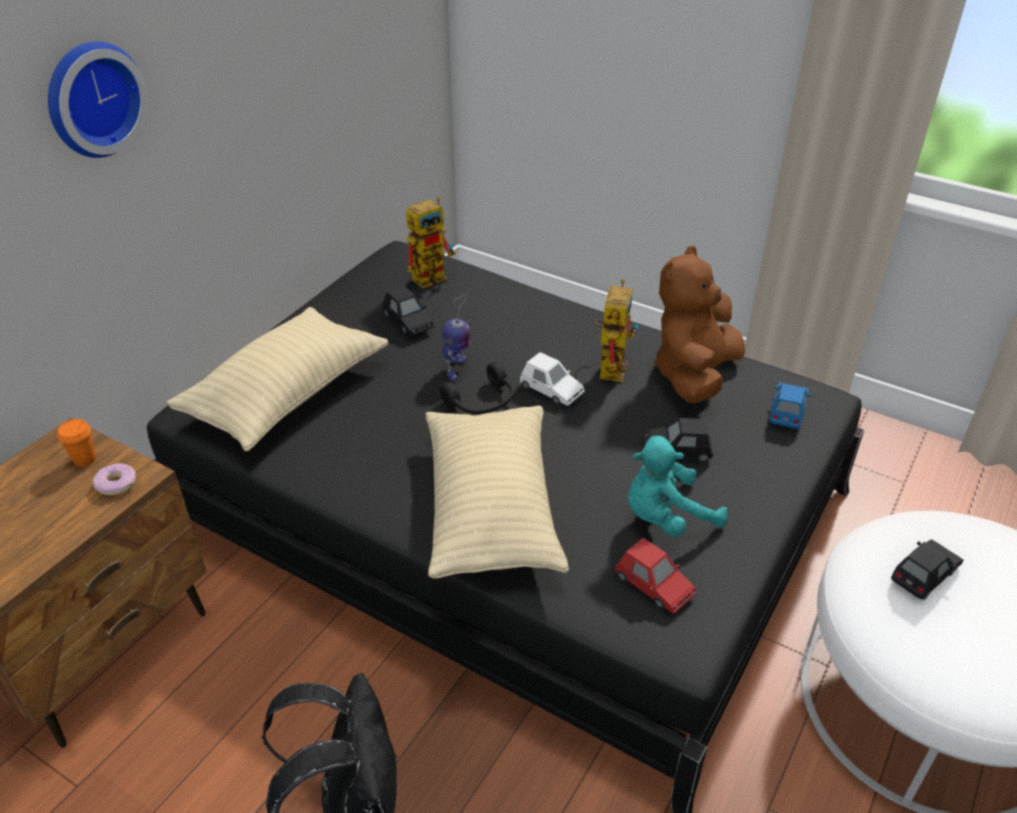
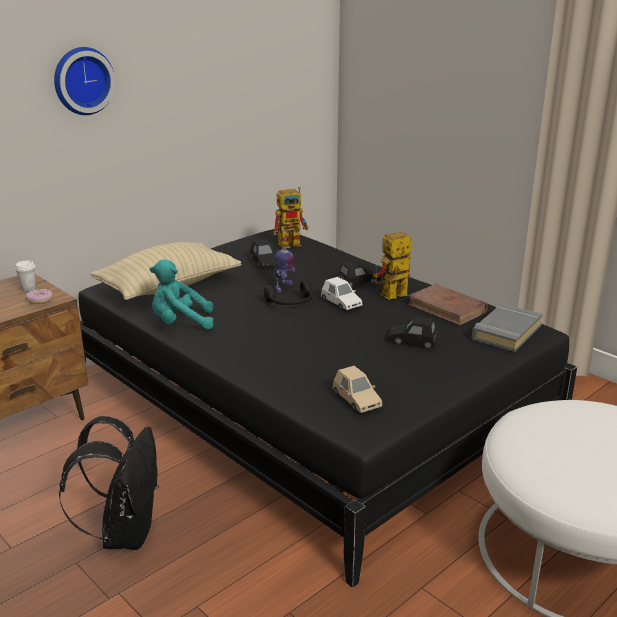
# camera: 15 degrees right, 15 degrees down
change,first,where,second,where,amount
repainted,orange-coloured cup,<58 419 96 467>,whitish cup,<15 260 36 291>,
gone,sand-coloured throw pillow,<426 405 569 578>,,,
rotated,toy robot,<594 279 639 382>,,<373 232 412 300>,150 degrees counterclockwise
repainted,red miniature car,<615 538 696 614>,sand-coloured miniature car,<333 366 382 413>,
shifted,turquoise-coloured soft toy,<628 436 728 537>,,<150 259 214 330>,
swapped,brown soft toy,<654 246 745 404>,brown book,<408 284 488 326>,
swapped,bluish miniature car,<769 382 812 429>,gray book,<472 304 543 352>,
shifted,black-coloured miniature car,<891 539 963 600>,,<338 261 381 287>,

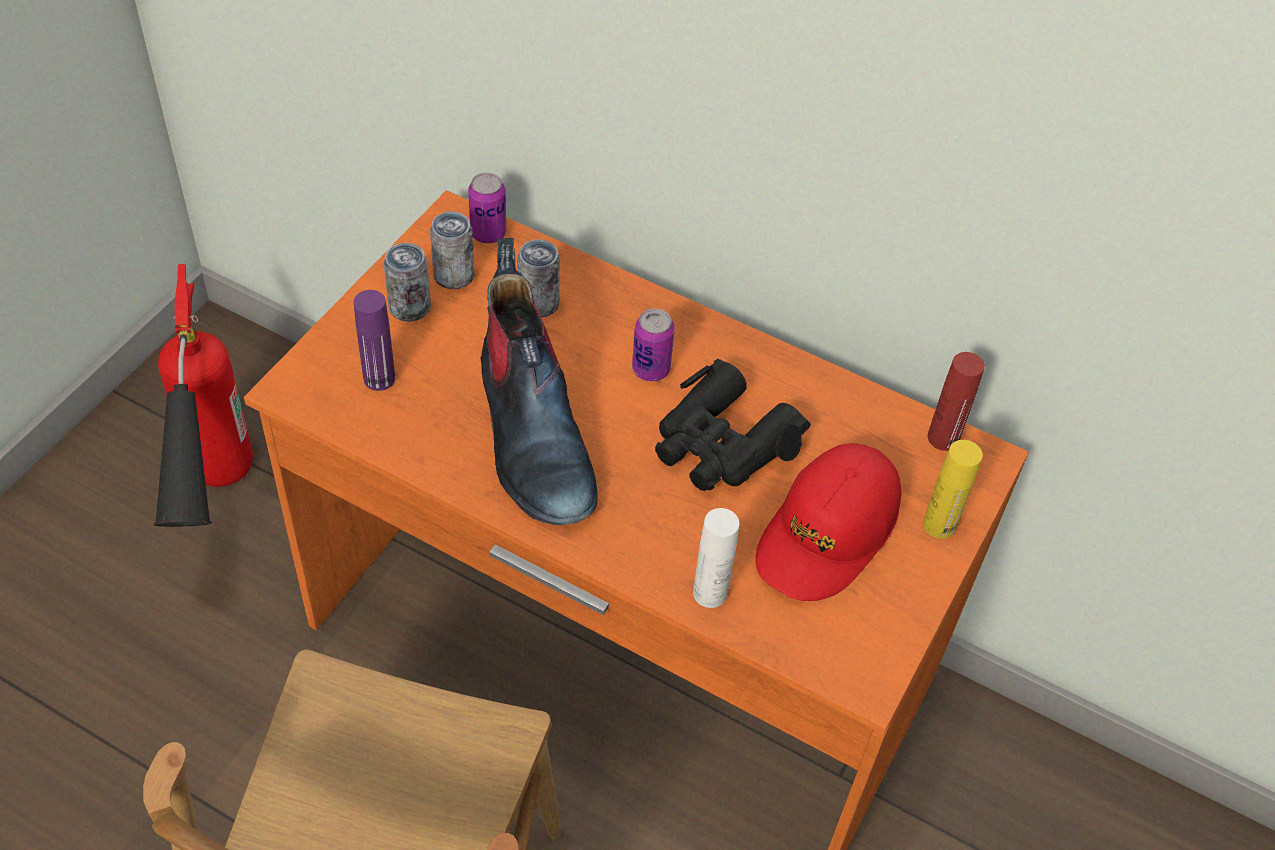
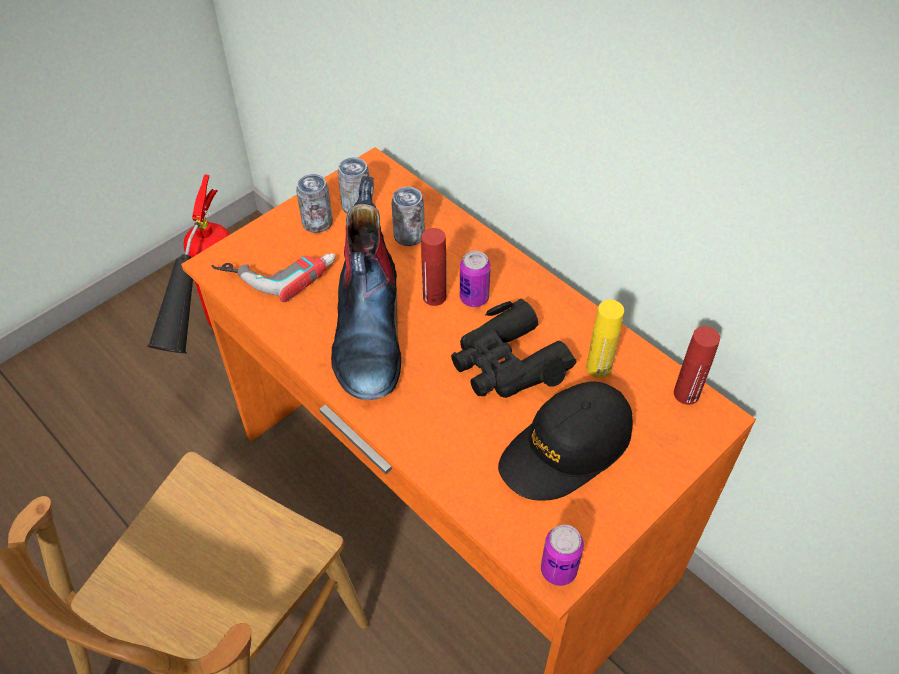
# camera: 20 degrees right, 0 degrees up
change,first,where,second,where,amount
swapped,purplish bottle,<354 290 395 391>,drill,<211 253 335 302>,
shifted,sealed can,<468 173 506 244>,,<541 525 584 586>,
gone,whitish bottle,<693 508 739 608>,,,
repainted,red peaked cap,<755 443 901 601>,black-coloured peaked cap,<498 381 633 501>,
shifted,yellow bottle,<923 440 983 539>,,<586 300 624 378>,
new,,,red bottle,<421 228 446 306>,

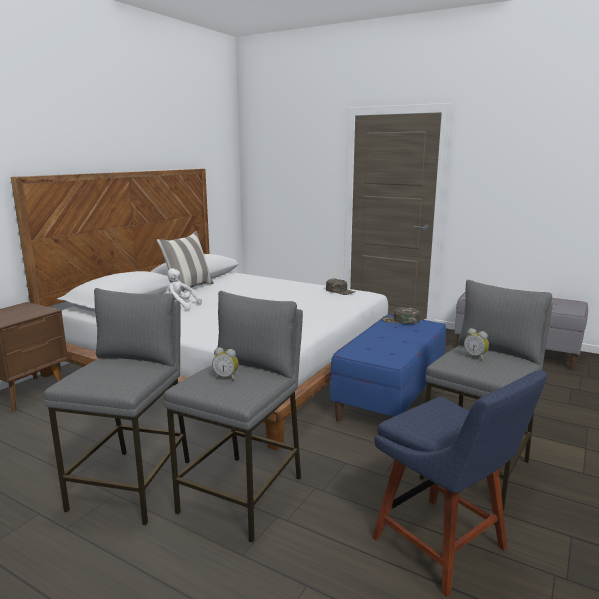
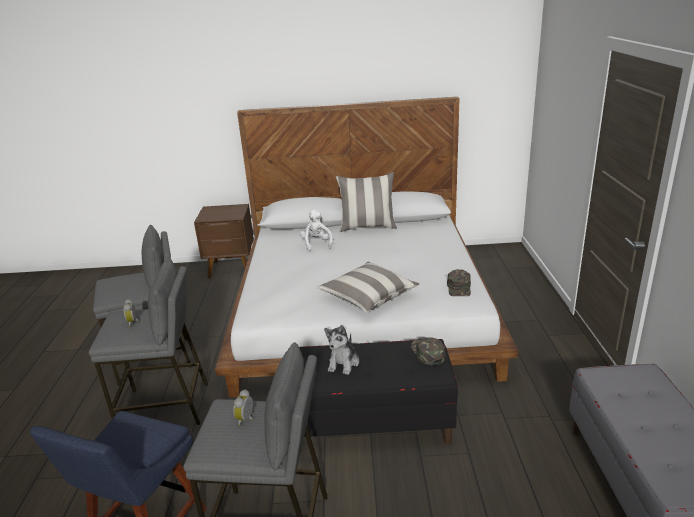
# camera: 60 degrees right, 10 degrees up
change,first,where,second,where,amount
repainted,bluish long seat,<330 314 446 422>,black-coloured long seat,<299 339 458 451>,
new,,,throw pillow,<318 262 419 313>,
new,,,soft toy,<324 325 359 375>,

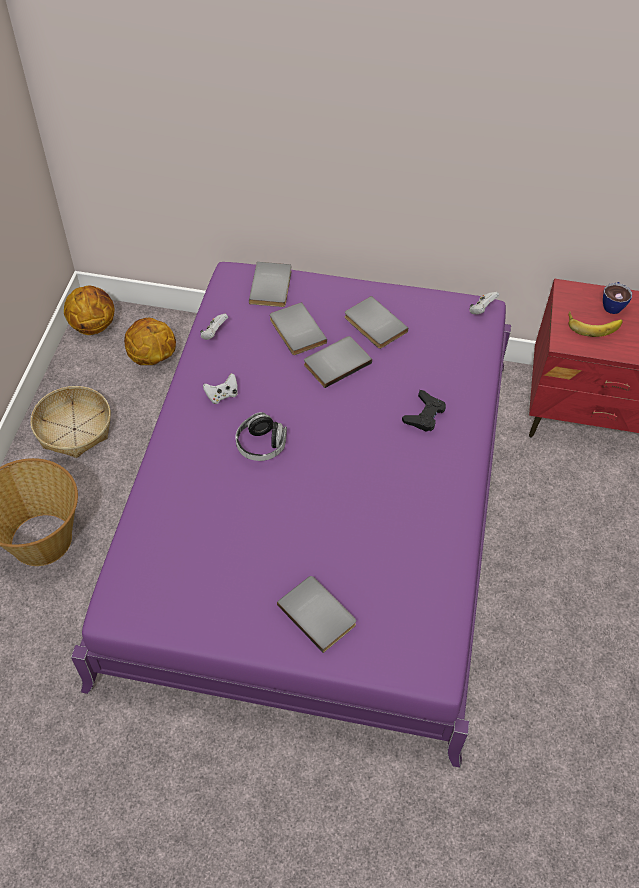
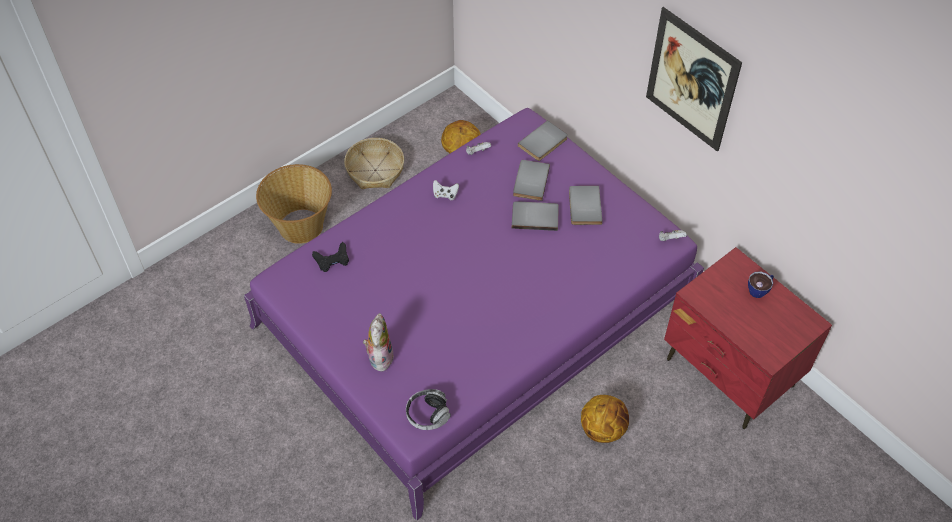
# camera: 40 degrees right, 0 degrees up
change,first,where,second,where,amount
shifted,basketball,<64 286 115 335>,,<581 395 629 443>,
shifted,headphones,<236 412 287 461>,,<406 389 451 430>,
swapped,gray book,<277 576 356 653>,soft toy,<363 313 394 372>,
shifted,black-coloured gamepad,<402 390 446 432>,,<312 242 349 272>,
gone,banana fruit,<568 312 623 337>,,,
new,,,wall art,<646 7 742 151>,

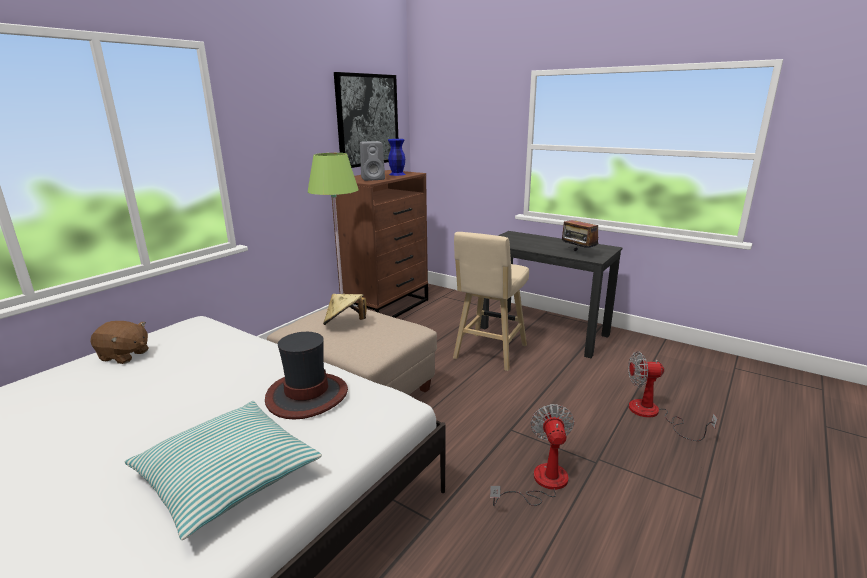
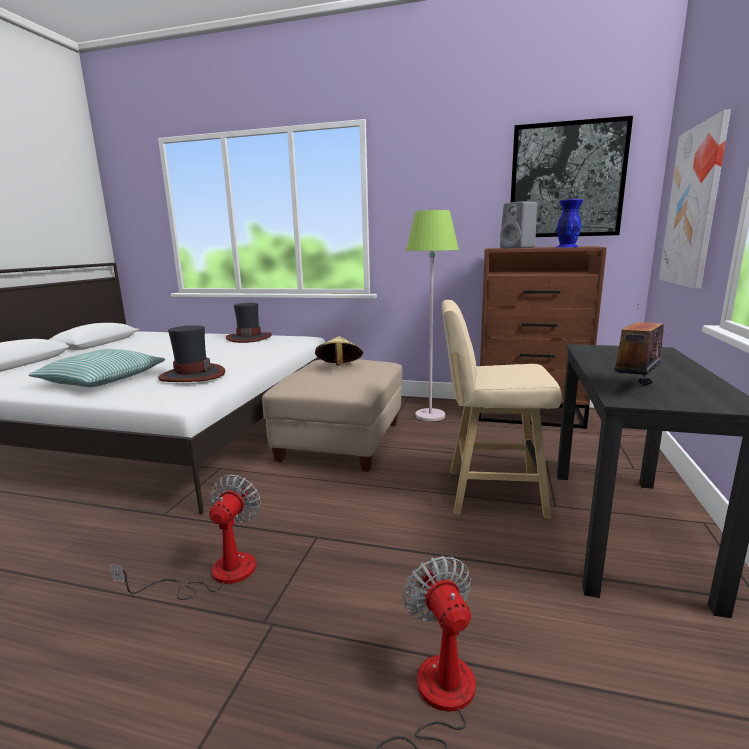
# camera: 70 degrees right, 5 degrees down
change,first,where,second,where,amount
swapped,brown soft toy,<90 321 149 364>,wearable hat,<226 303 272 343>,
rotated,fan,<490 404 574 506>,,<110 475 261 600>,60 degrees counterclockwise
new,,,wall art,<659 109 731 289>,

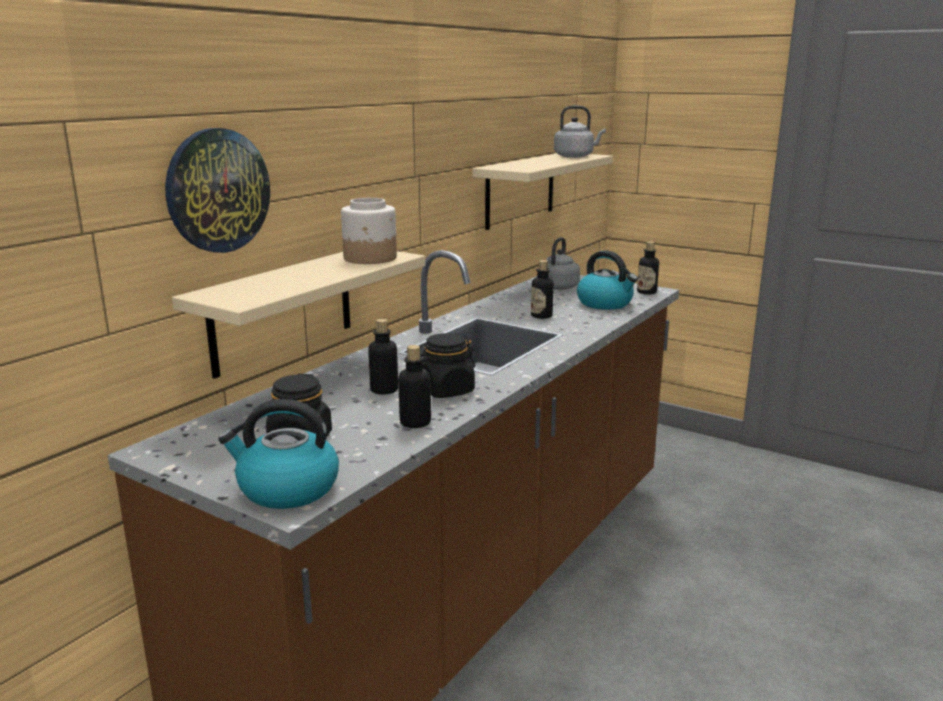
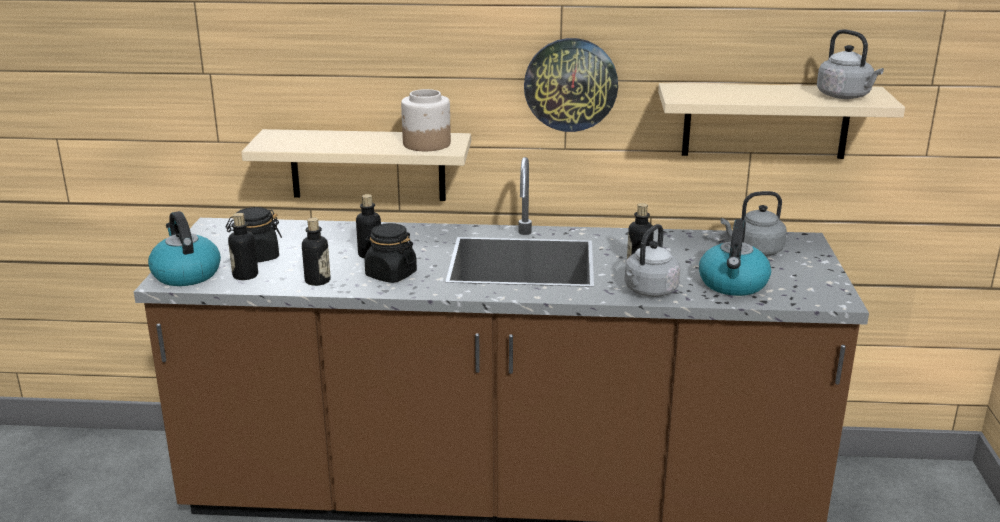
# camera: 60 degrees right, 5 degrees up
change,first,where,second,where,amount
shifted,clock on the wall,<165 128 270 253>,,<524 38 618 132>,
shifted,bottle,<637 242 659 294>,,<228 213 258 280>,
new,,,gray kettle,<625 224 680 297>,

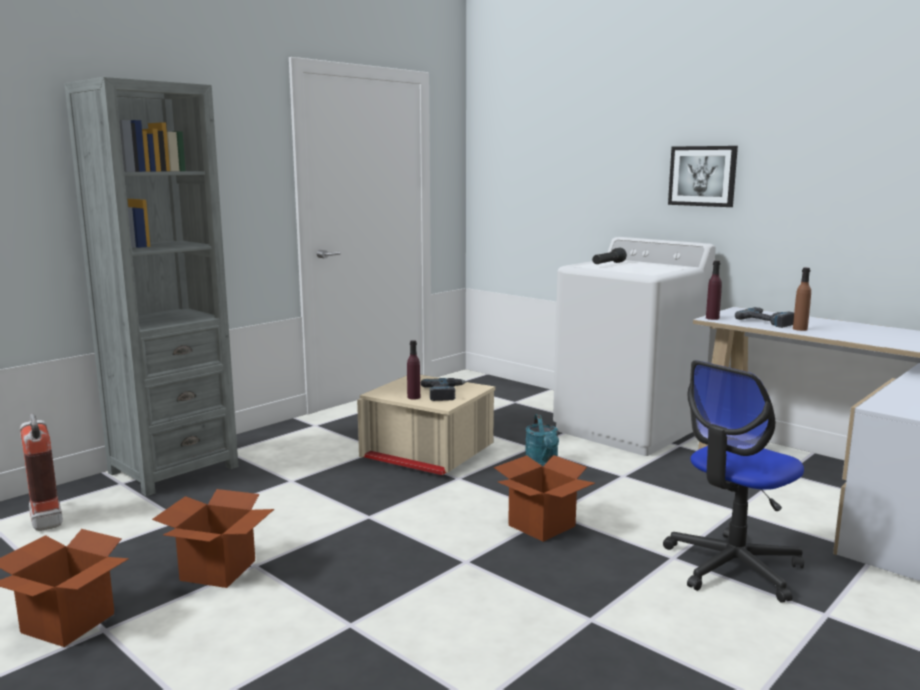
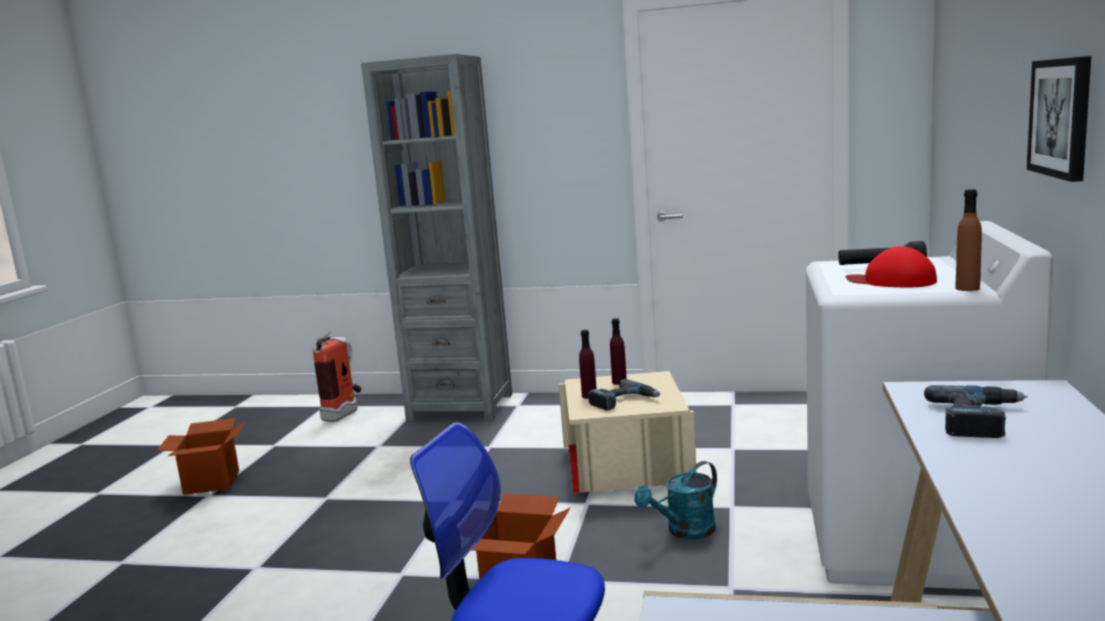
# camera: 60 degrees right, 0 degrees up
change,first,where,second,where,amount
gone,cardboard box,<152 489 274 588>,,,
shifted,purplish bottle,<706 261 722 320>,,<610 318 627 385>,
shifted,brown bottle,<793 268 811 331>,,<955 189 982 291>,
new,,,red peaked cap,<846 246 937 287>,

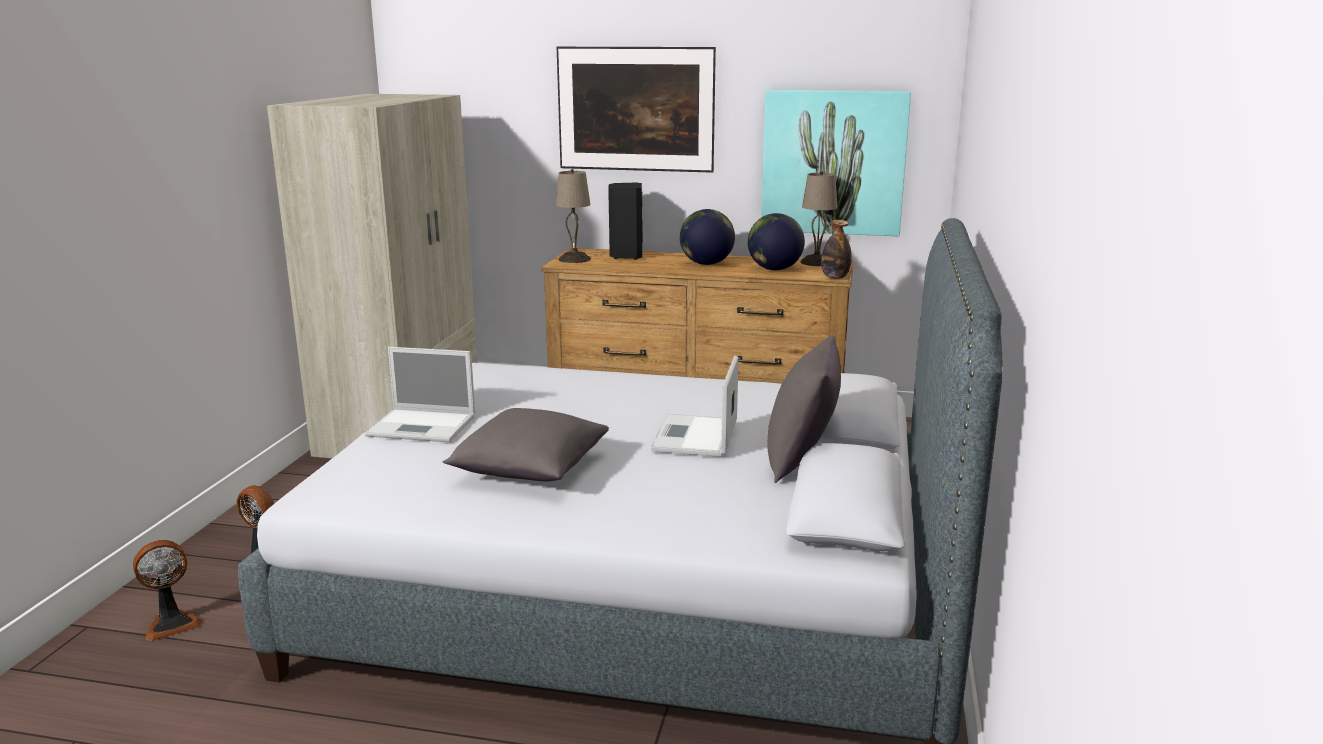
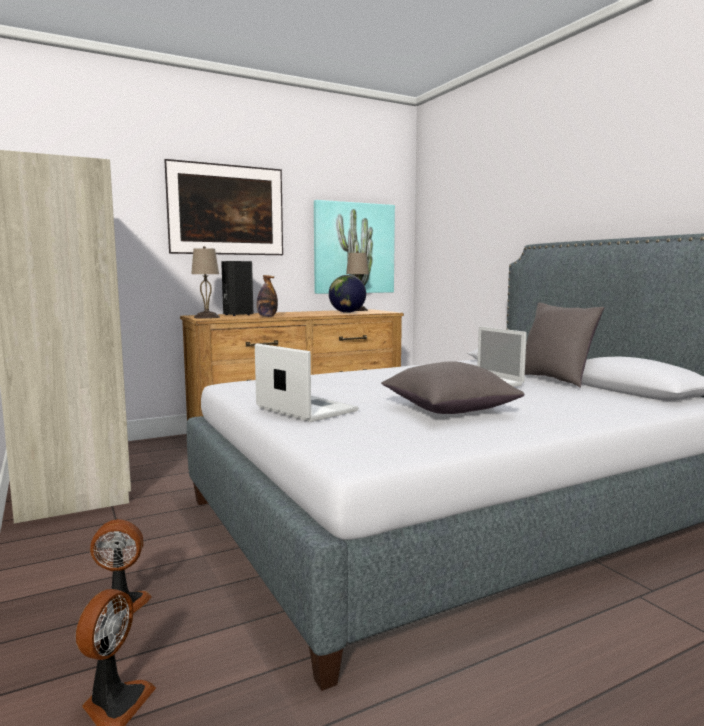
# camera: 40 degrees left, 10 degrees down
change,first,where,second,where,amount
rotated,notebook computer,<365 347 475 442>,,<255 343 358 422>,105 degrees counterclockwise
gone,world globe,<680 209 735 265>,,,
shifted,bottle,<821 220 852 279>,,<257 275 278 317>,

